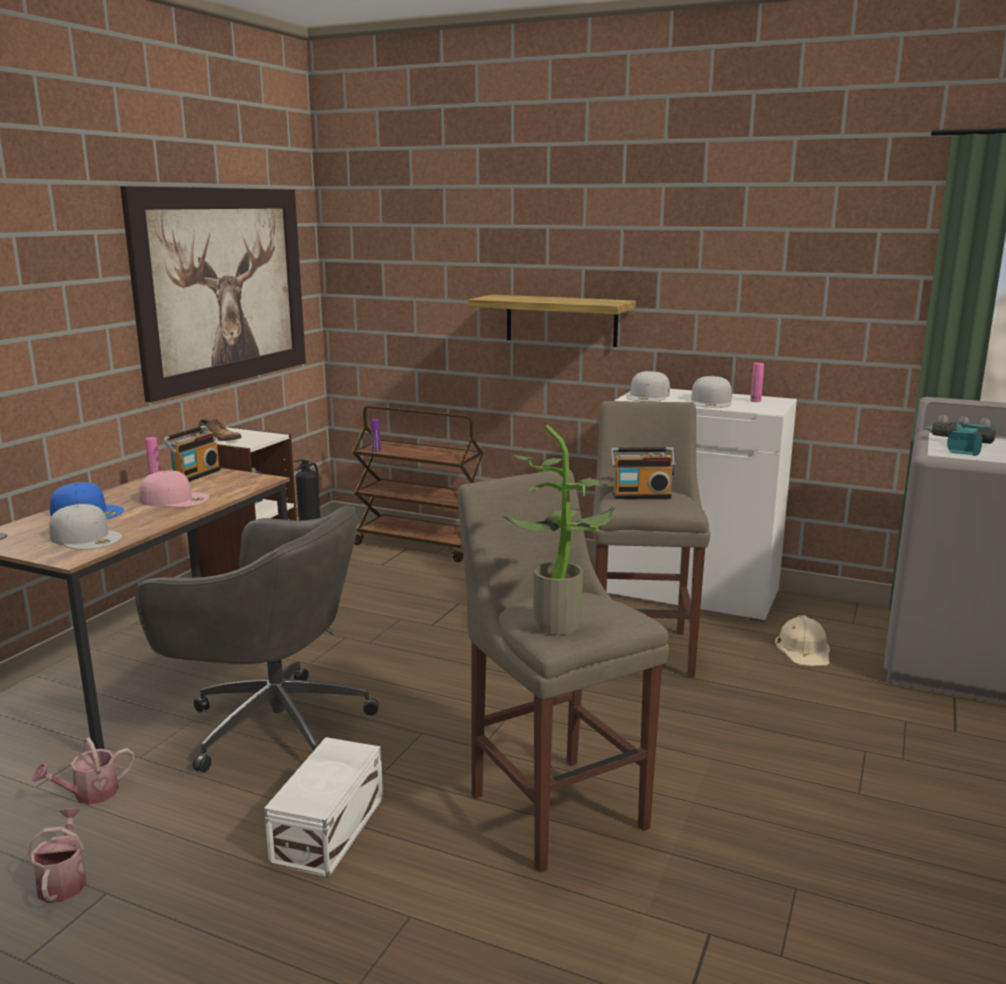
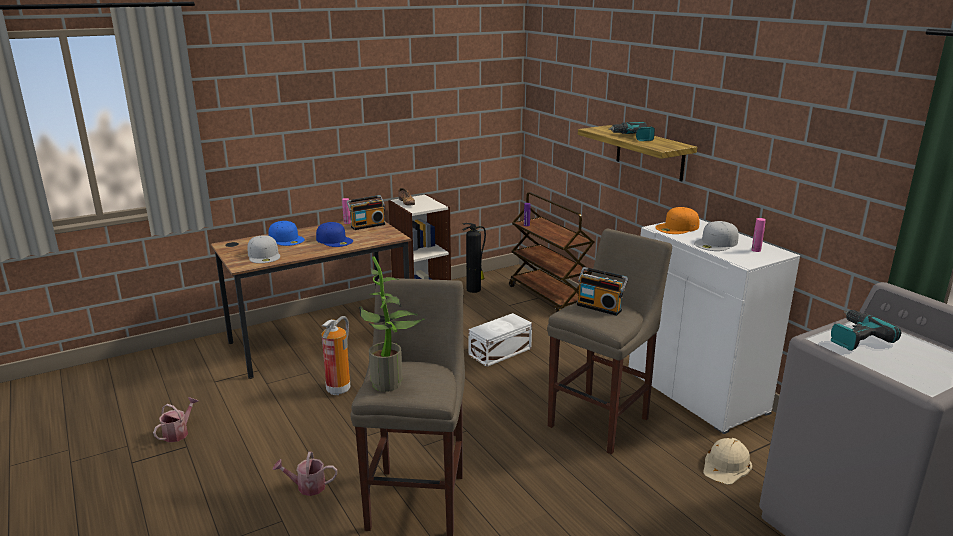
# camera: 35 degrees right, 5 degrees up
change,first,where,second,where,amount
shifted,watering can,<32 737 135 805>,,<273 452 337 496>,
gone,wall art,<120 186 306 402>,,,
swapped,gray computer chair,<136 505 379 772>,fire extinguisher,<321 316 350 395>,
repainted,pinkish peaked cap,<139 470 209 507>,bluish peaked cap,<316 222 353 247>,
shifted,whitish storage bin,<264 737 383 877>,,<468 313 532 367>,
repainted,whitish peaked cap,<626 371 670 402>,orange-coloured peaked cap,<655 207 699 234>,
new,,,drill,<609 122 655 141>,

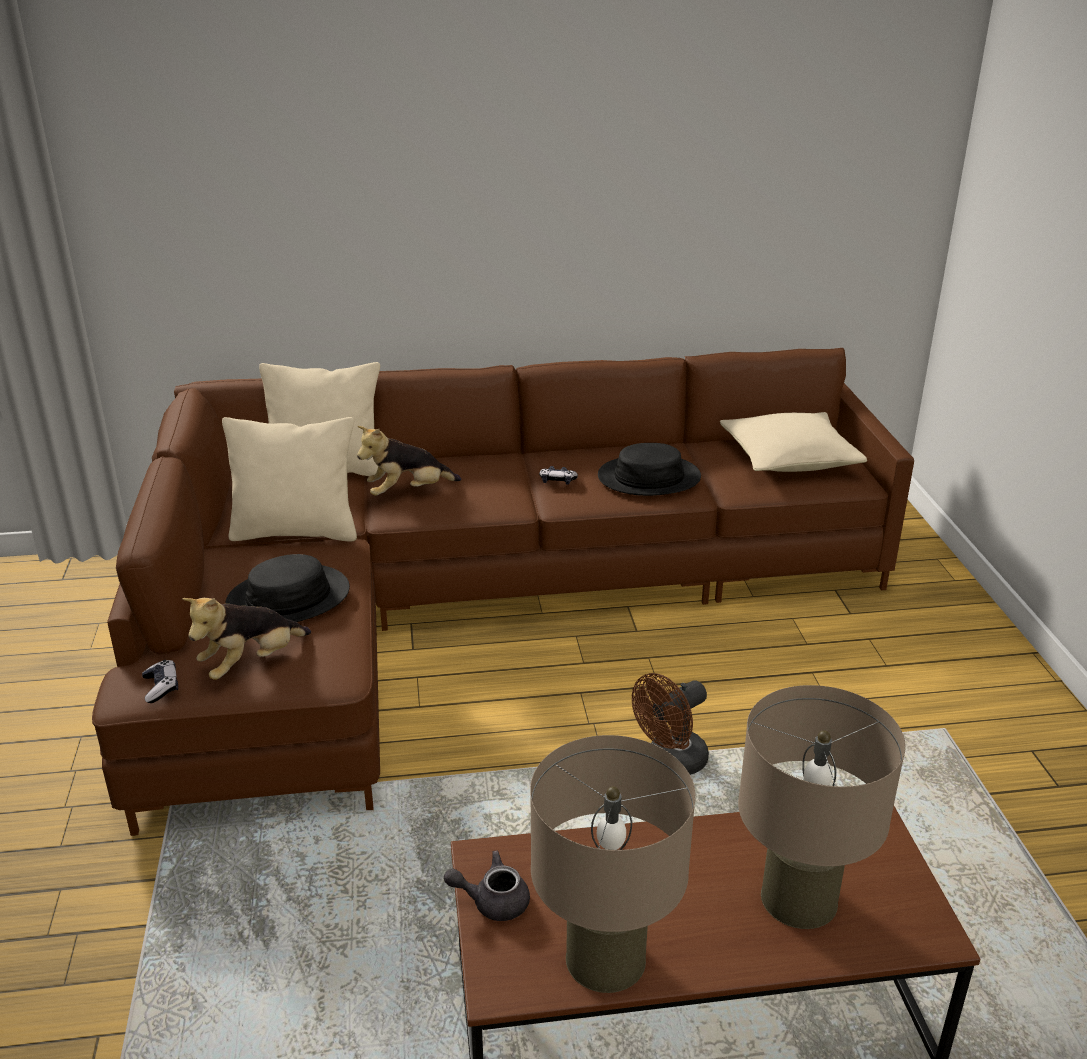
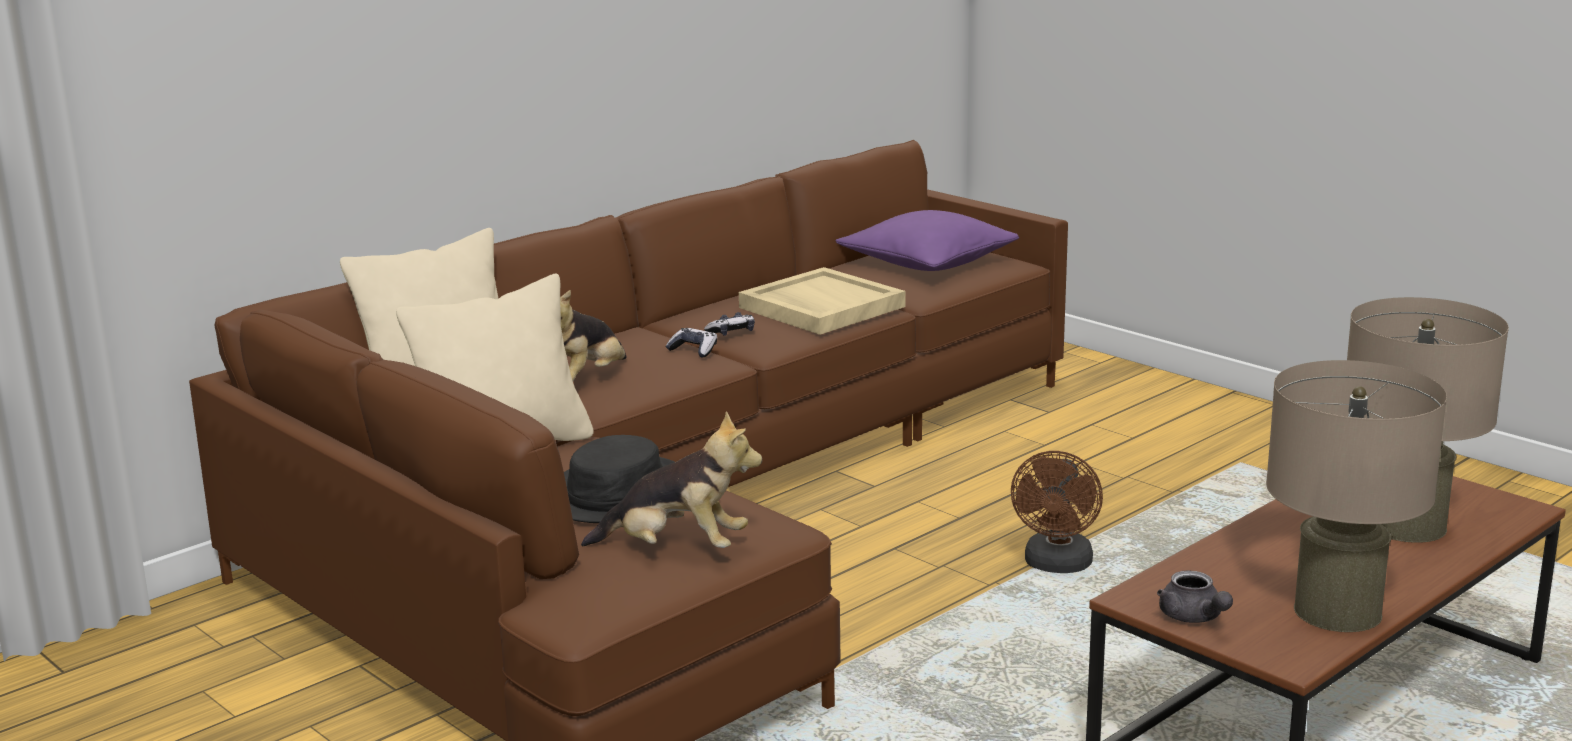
# camera: 35 degrees left, 10 degrees down
change,first,where,second,where,amount
shifted,gamepad,<142 660 178 703>,,<665 328 717 358>,
rotated,soft toy,<182 598 311 680>,,<581 411 762 548>,90 degrees counterclockwise
rotated,gray teapot,<444 850 530 921>,,<1157 570 1233 623>,75 degrees counterclockwise
swapped,black-coloured wearable hat,<598 443 701 496>,sand-coloured carrying tray,<739 267 905 335>,
repainted,sand-coloured throw pillow,<720 412 867 472>,purplish throw pillow,<836 210 1019 271>,

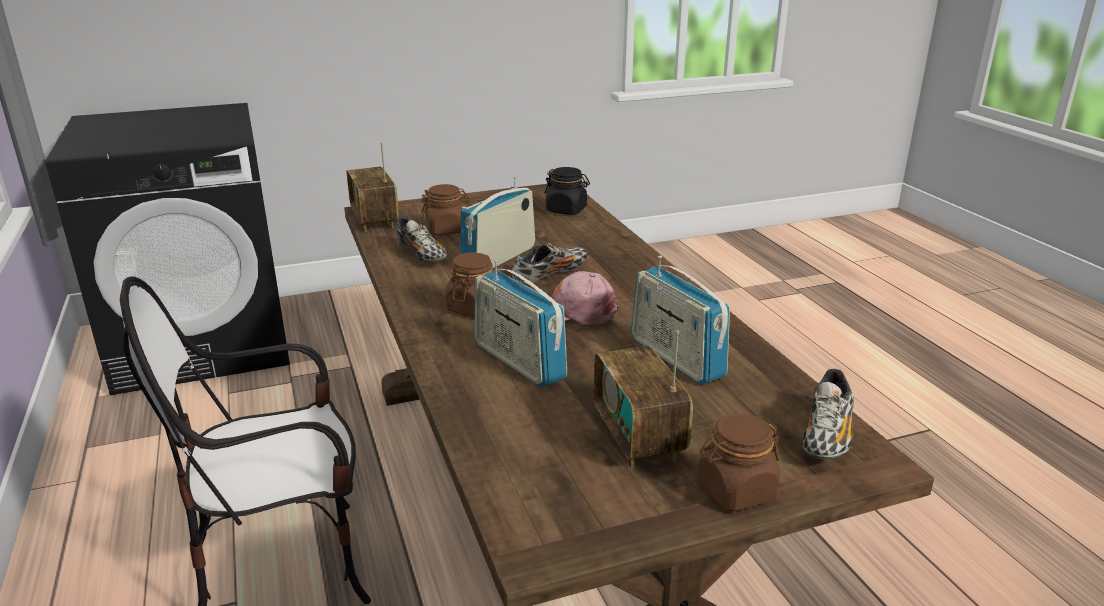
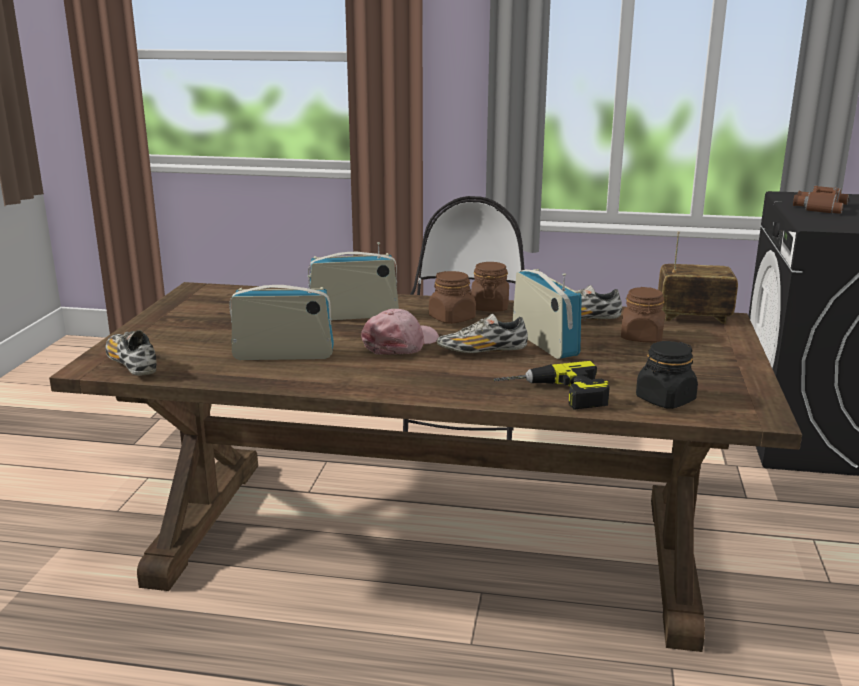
# camera: 120 degrees right, 5 degrees down
change,first,where,second,where,amount
rotated,shoe,<512 243 589 285>,,<437 314 528 353>,90 degrees clockwise
gone,radio set,<594 330 693 468>,,,
shifted,brown preserve jar,<697 413 780 511>,,<471 262 509 311>,
new,,,drill,<493 361 610 410>,
new,,,brown field glasses,<793 186 849 214>,

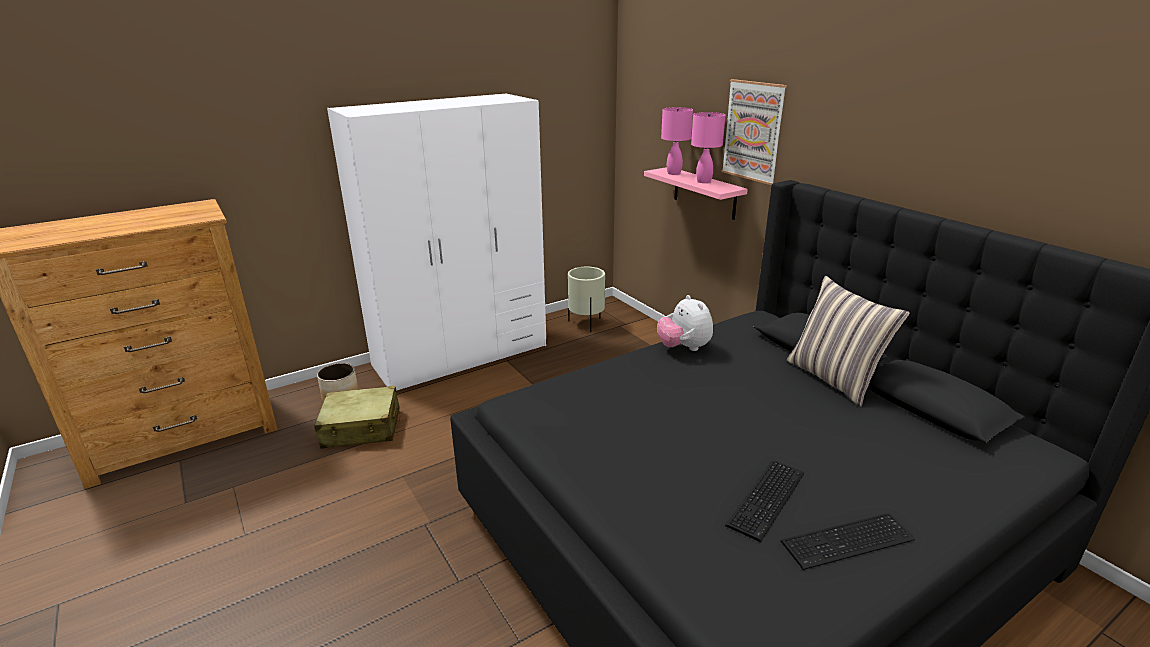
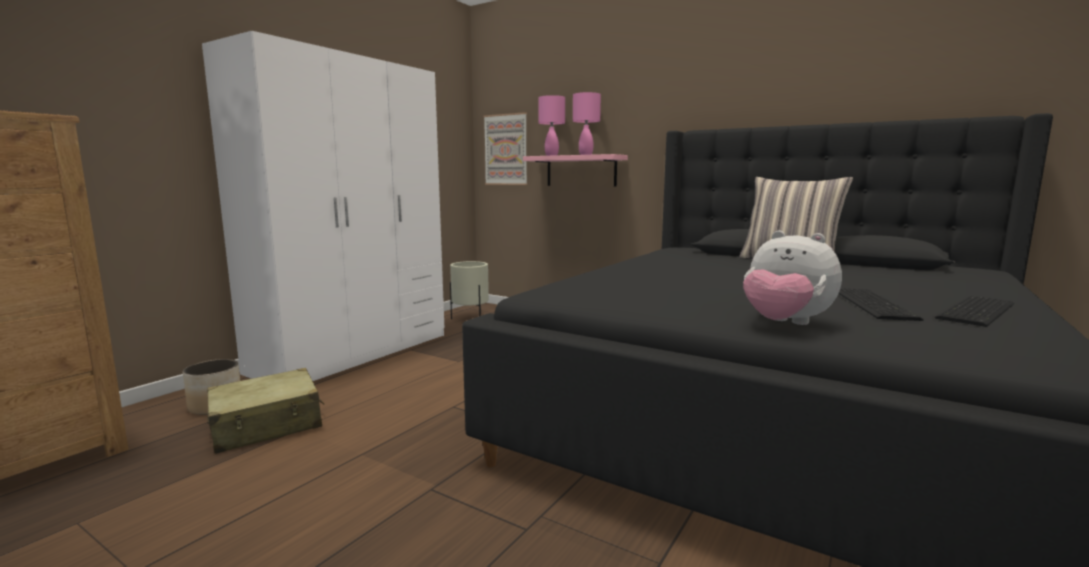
# camera: 25 degrees left, 15 degrees down
change,first,where,second,where,amount
shifted,soft toy,<657 295 713 351>,,<743 231 842 325>,
shifted,wall art,<721 79 787 185>,,<484 112 527 185>,

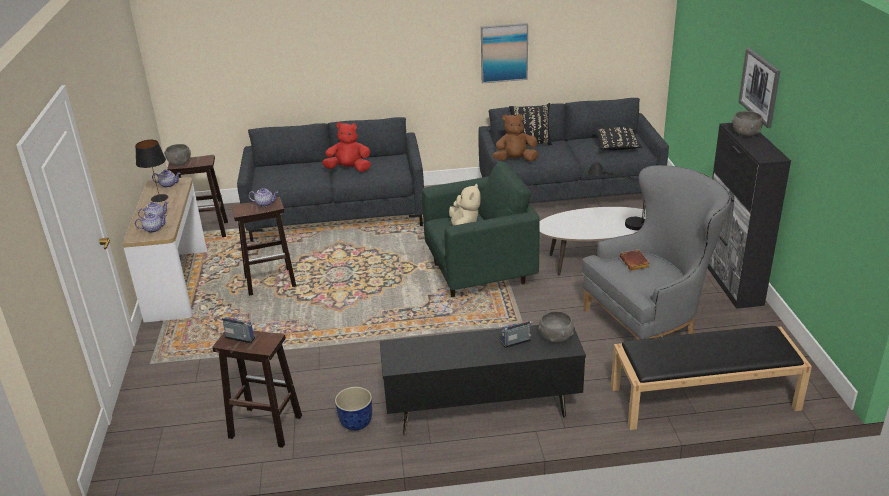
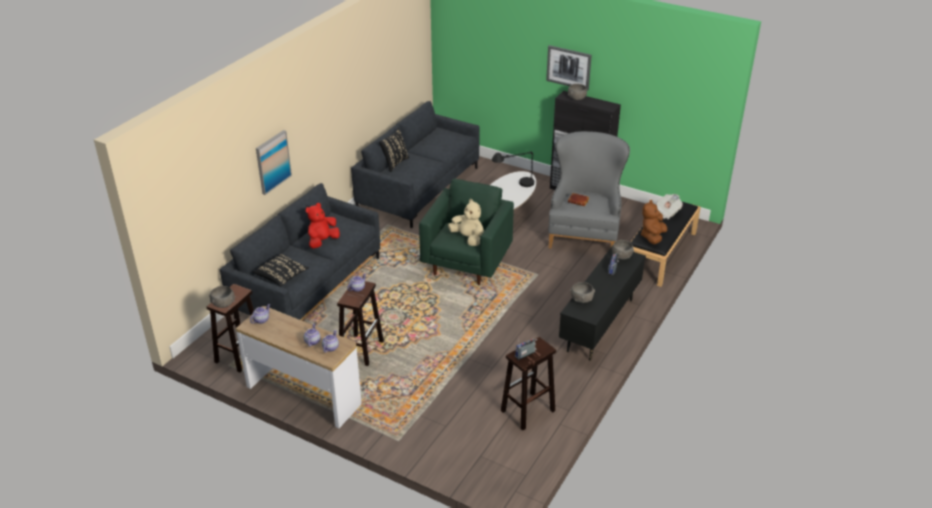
# camera: 55 degrees left, 5 degrees up
change,first,where,second,where,amount
gone,black-coloured table lamp,<135 140 168 202>,,,
gone,plant pot,<335 387 372 431>,,,
shifted,wall art,<481 23 528 83>,,<256 130 292 195>,
shifted,brown soft toy,<492 114 538 161>,,<641 200 667 244>,
shifted,black-coloured throw pillow,<594 127 642 150>,,<253 254 309 287>,
new,,,gray bowl,<570 282 595 303>,
new,,,printed paper,<657 194 683 219>,

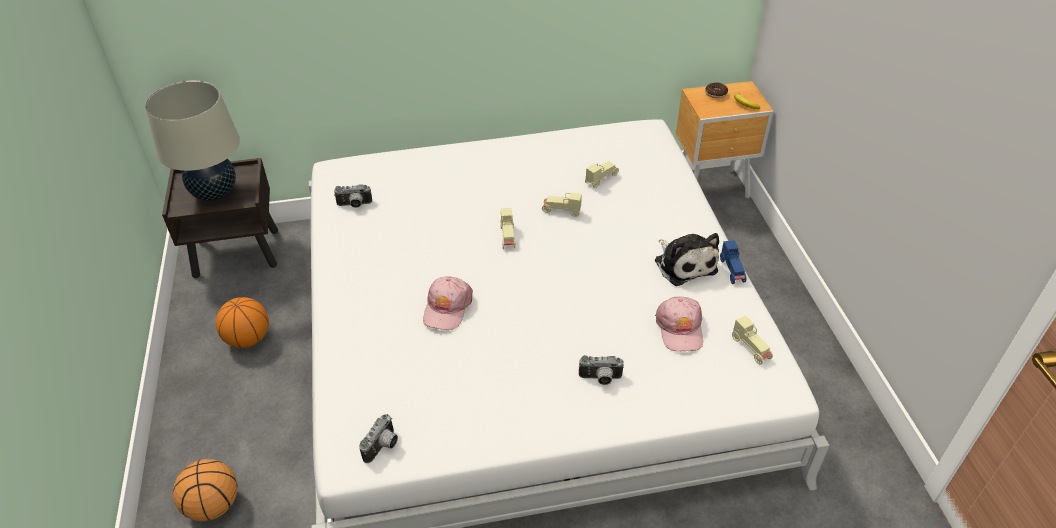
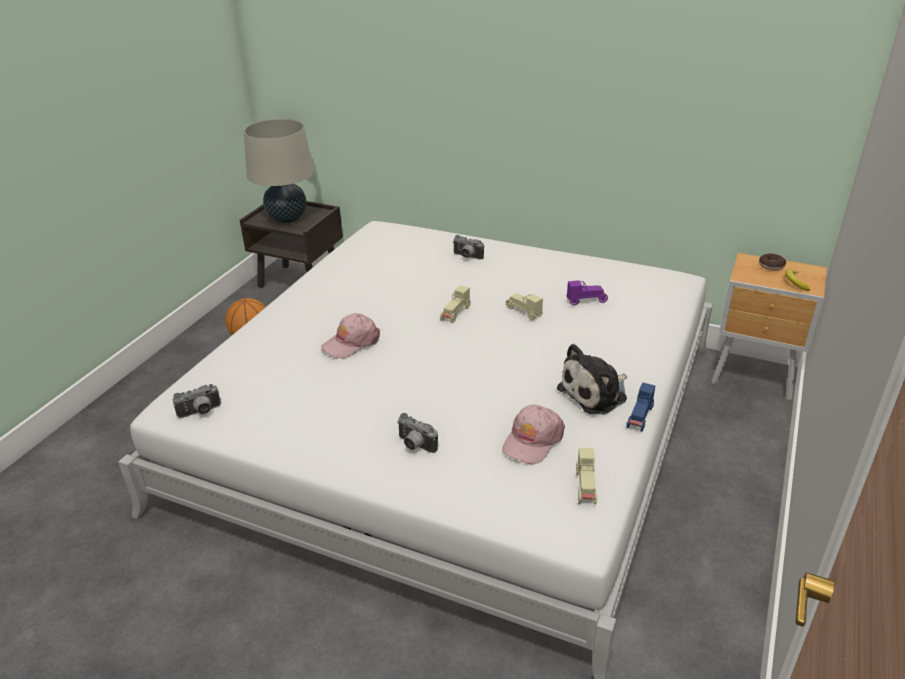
# camera: 35 degrees right, 10 degrees down
change,first,where,second,where,amount
gone,basketball,<173 459 238 521>,,,
shifted,photo camera,<334 184 372 208>,,<453 235 484 260>,
repainted,sand-coloured miniature car,<585 161 619 188>,purplish miniature car,<566 280 608 305>,
rotated,soft toy,<655 233 719 286>,,<557 344 627 415>,45 degrees clockwise

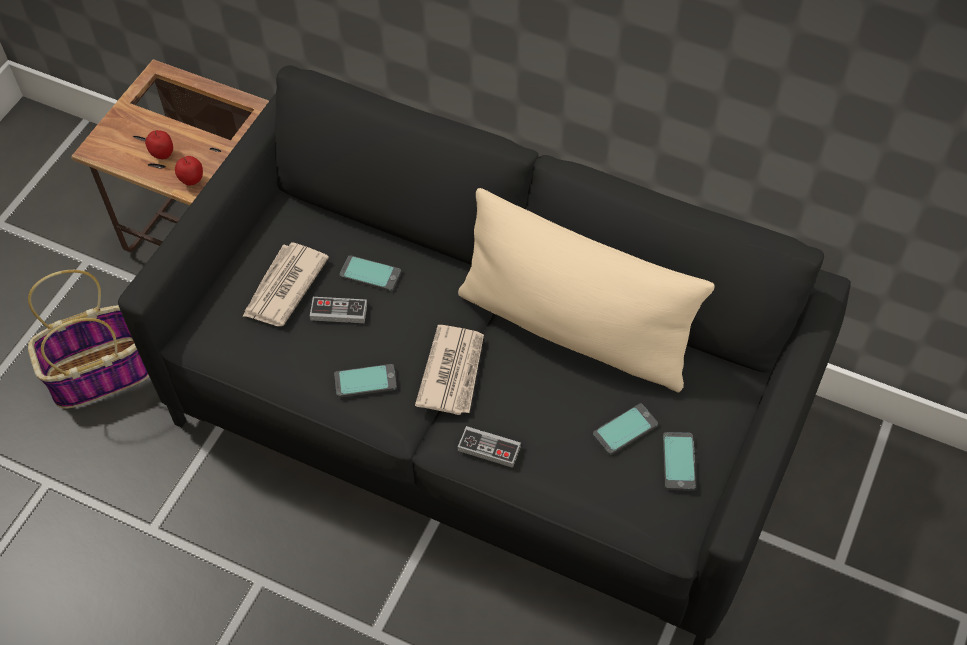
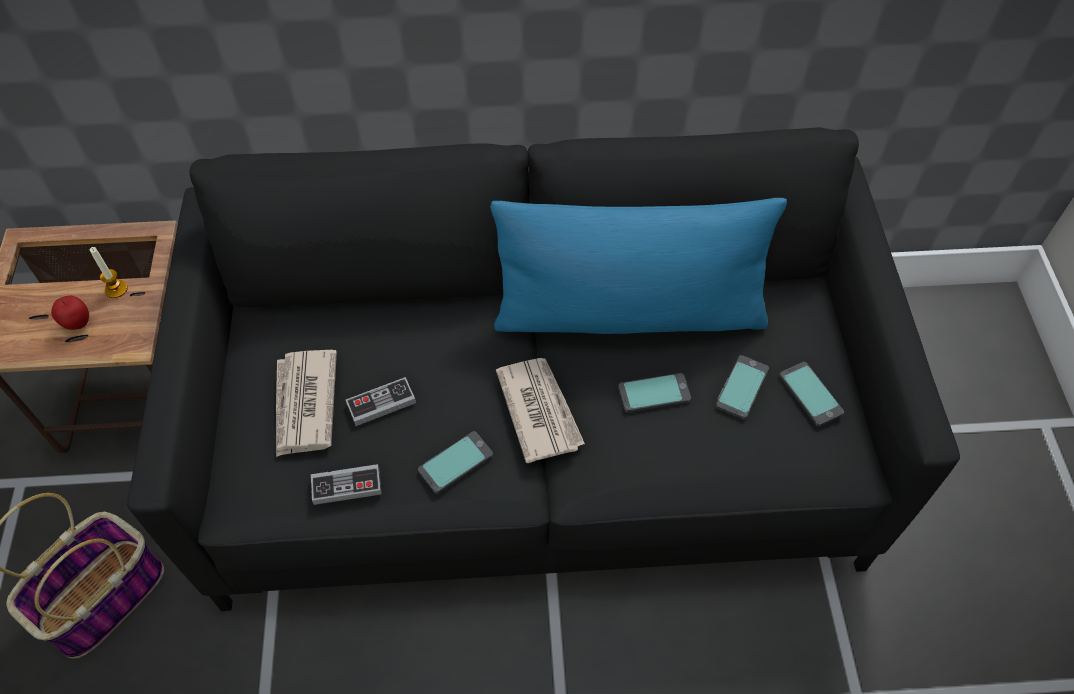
# camera: 30 degrees left, 0 degrees up
change,first,where,second,where,amount
gone,apple fruit,<175 156 203 186>,,,
shifted,phone,<339 255 401 292>,,<618 373 691 412>,
repainted,sand-coloured throw pillow,<458 188 714 392>,bluish throw pillow,<490 198 787 334>,
shifted,gamepad,<458 426 521 468>,,<311 464 381 505>,
new,,,wax candle,<90 247 128 298>,

